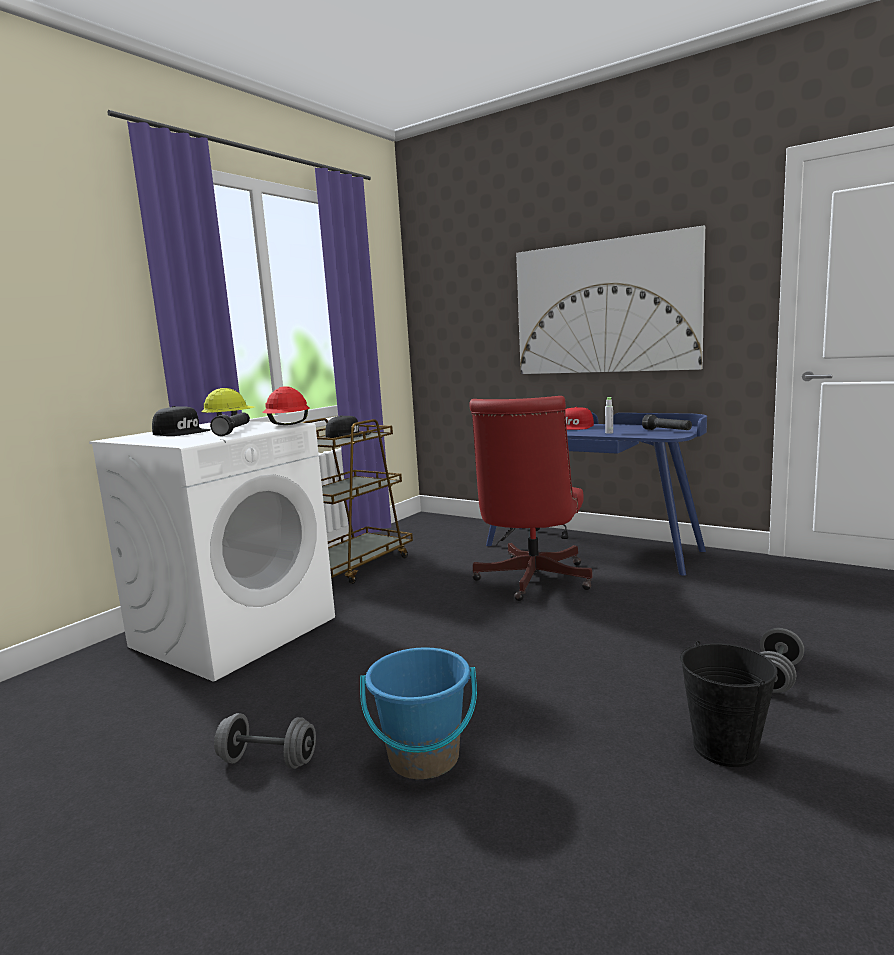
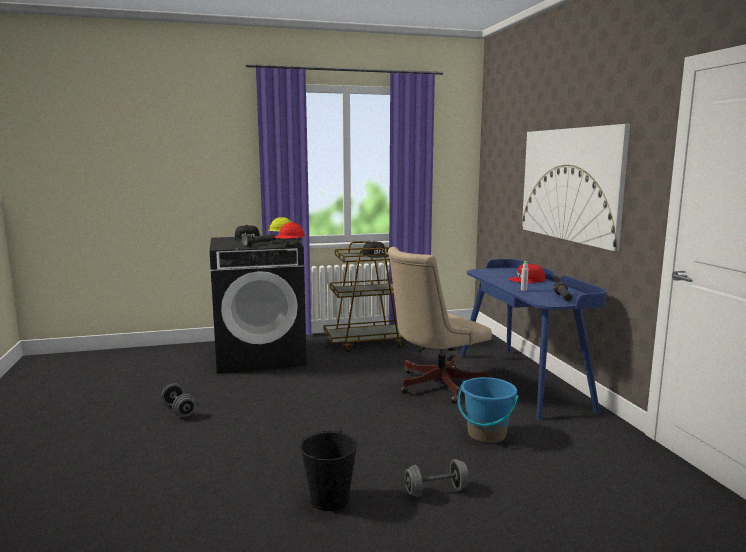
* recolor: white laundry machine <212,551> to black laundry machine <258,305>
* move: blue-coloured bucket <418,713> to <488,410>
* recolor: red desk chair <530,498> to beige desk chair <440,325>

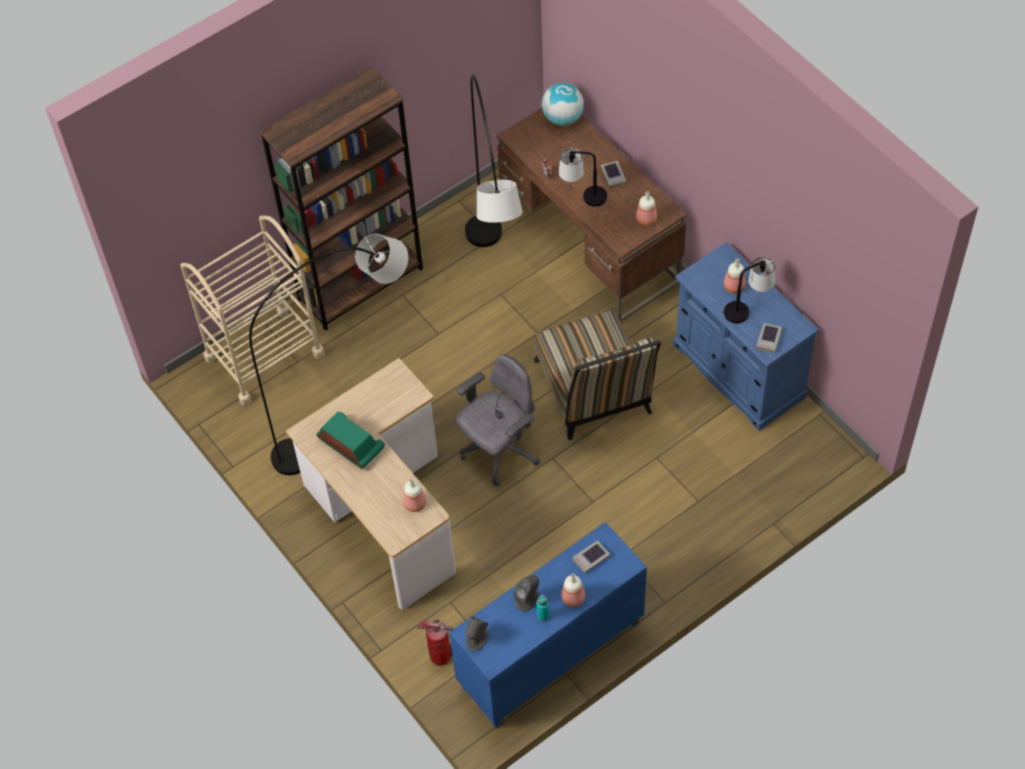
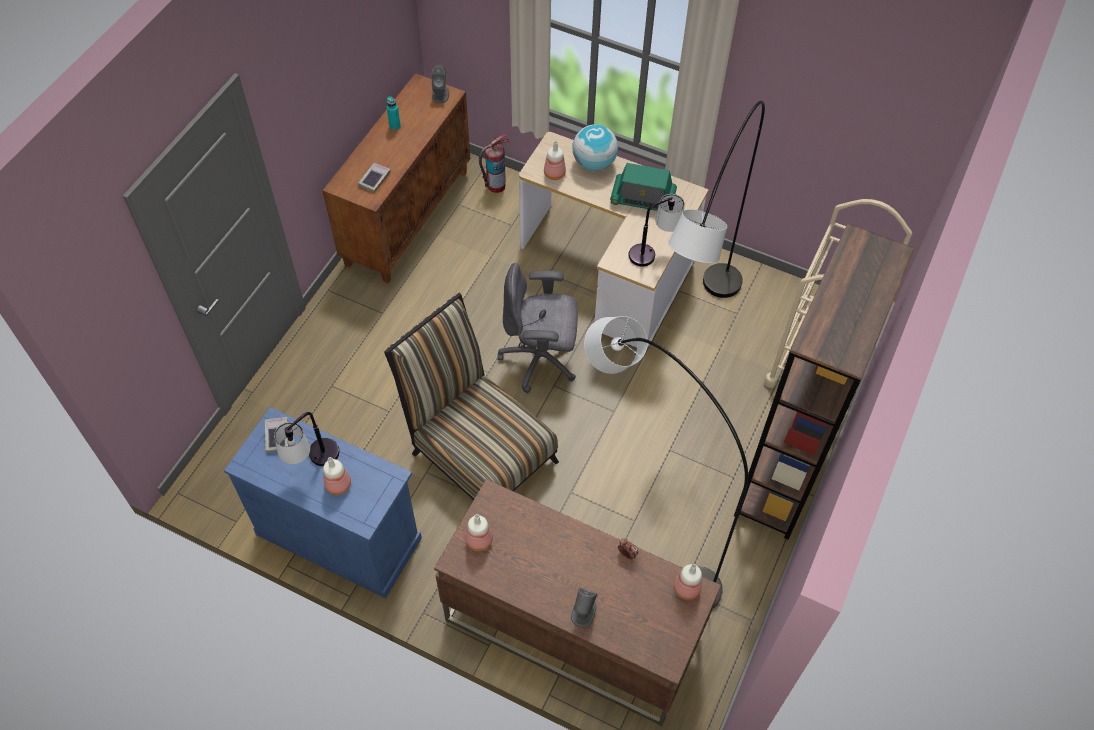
* recolor: blue-coloured storage cabinet <548,625> to brown-coloured storage cabinet <396,178>
* rotate: grey desk chair <498,420> = <537,328> 75 degrees clockwise
* move: grey audio speaker <526,593> to <584,608>
* move: globe <563,104> to <595,147>
* move: lamp for a table <583,177> to <656,230>
* move: drink bottle <573,590> to <688,582>
* delete: volume <614,175>

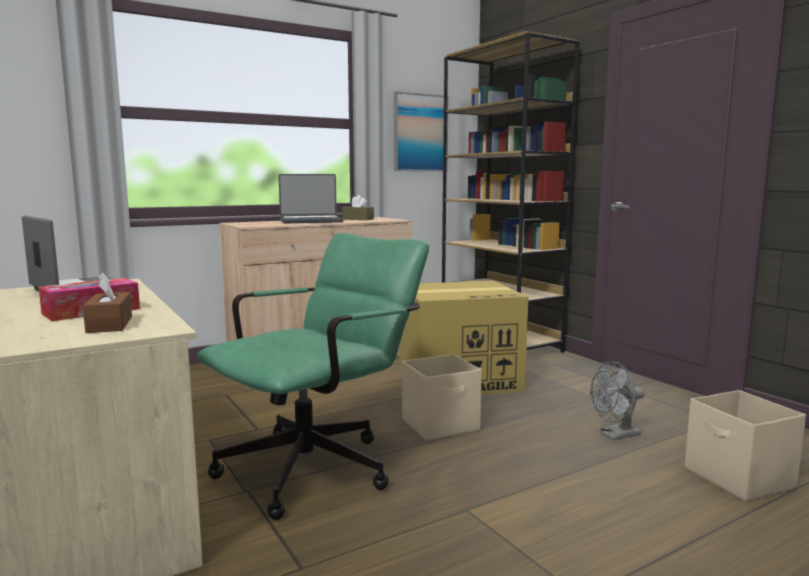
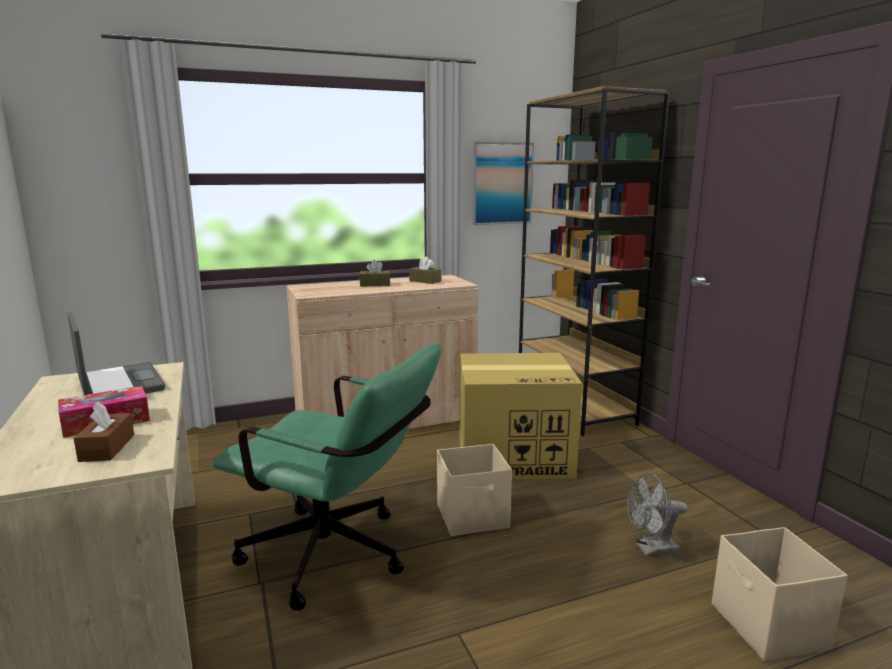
* rotate: green desk chair <313,376> = <327,476> 60 degrees clockwise
* replace: portable computer <310,198> to brown-coloured tissue holder <375,273>

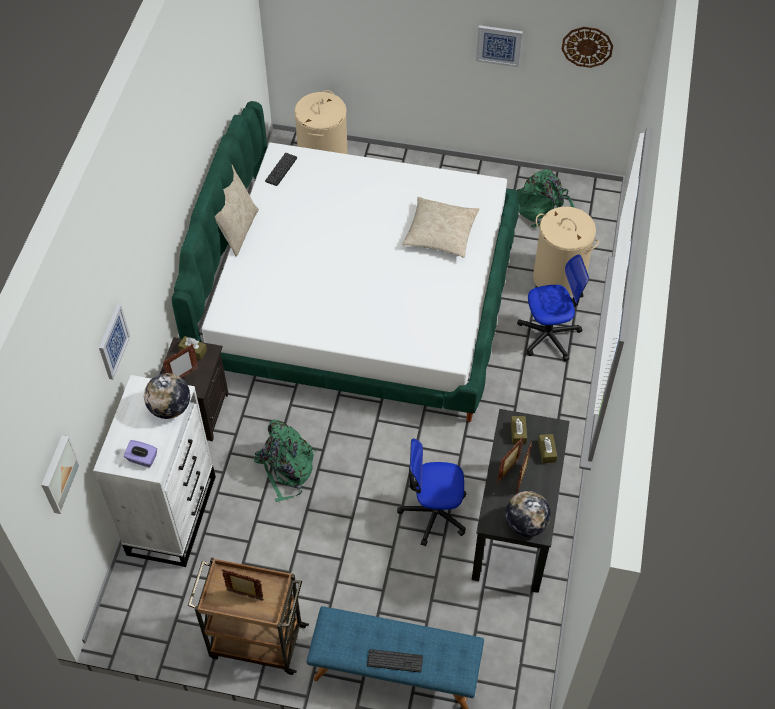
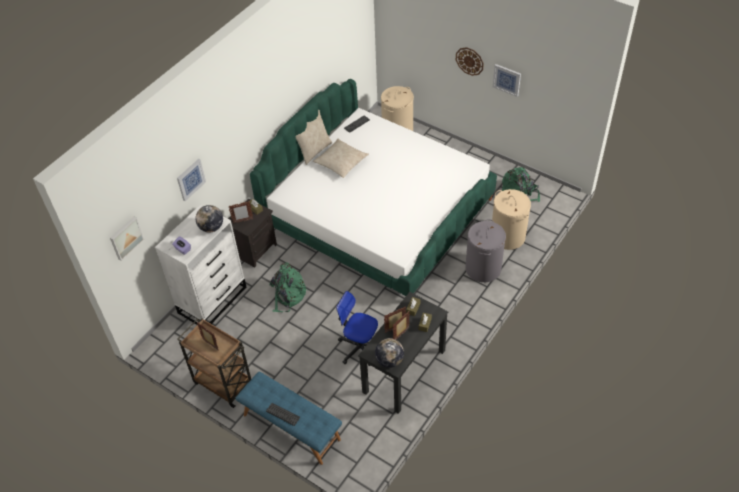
* move: beige throw pillow <441,227> to <341,158>
* replace: desk chair <553,307> to grey hamper <486,250>
* move: hanging clock <587,47> to <470,61>

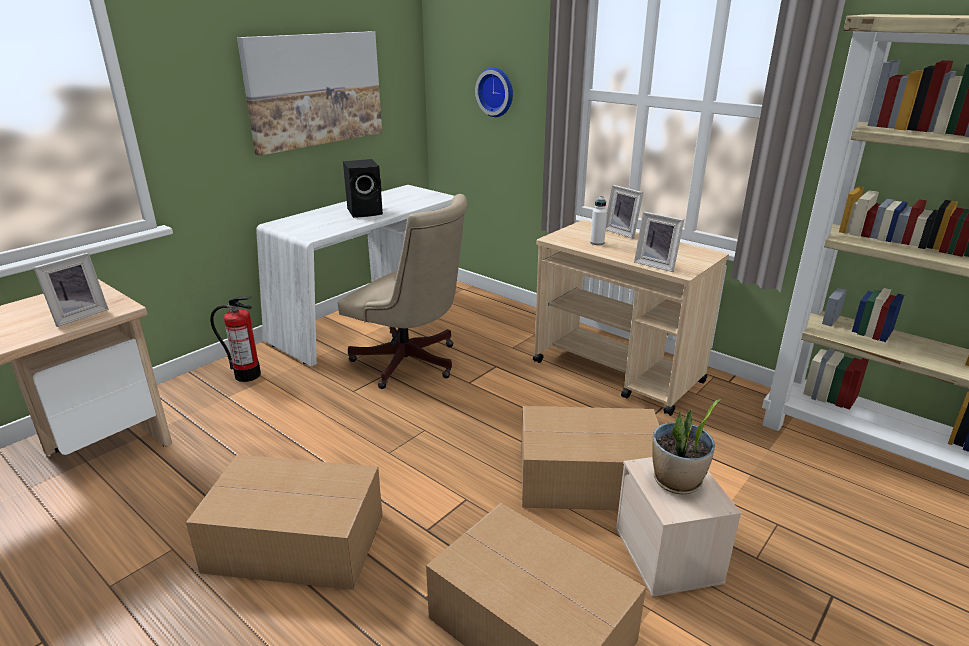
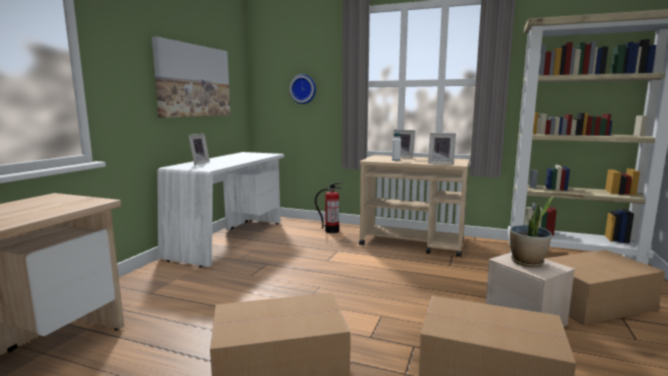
* move: standing frame <71,290> to <199,149>
* move: fire-fighting cylinder <235,339> to <329,207>
* delete: beige desk chair <402,291>
* delete: black audio speaker <363,188>
* move: cardboard box <590,458> to <604,287>

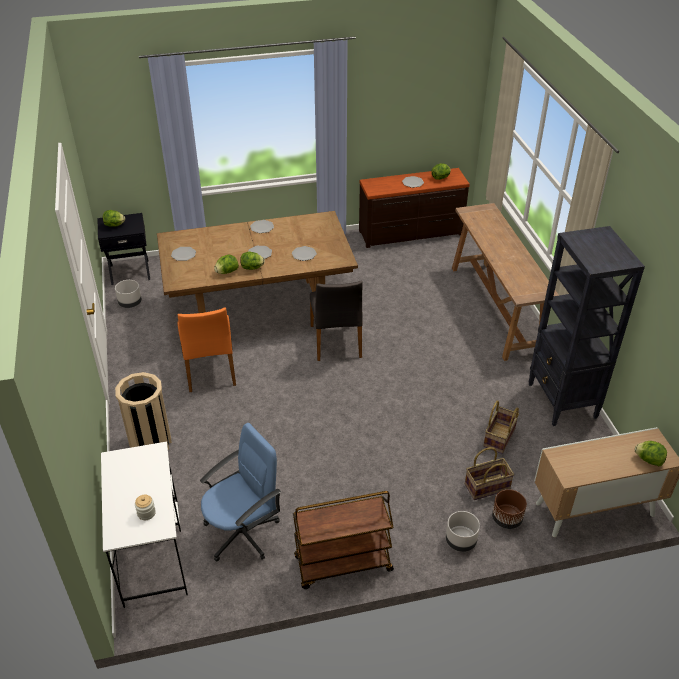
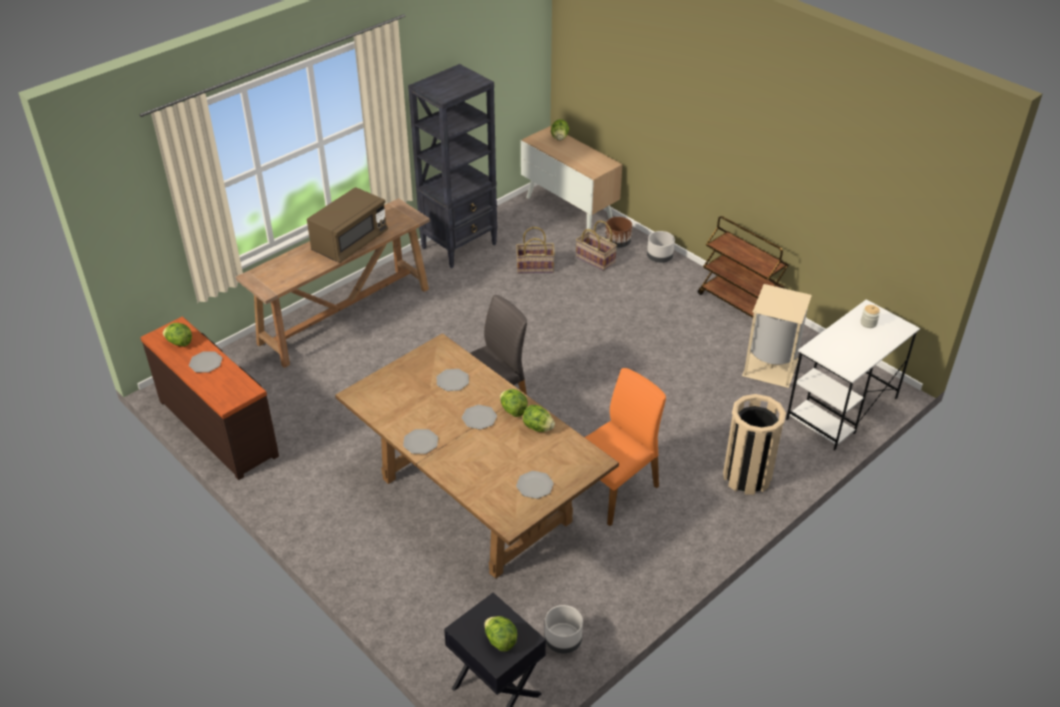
* replace: blue-coloured desk chair <240,492> to beige trash can <777,336>
* insert: brown-coloured microwave <347,225>

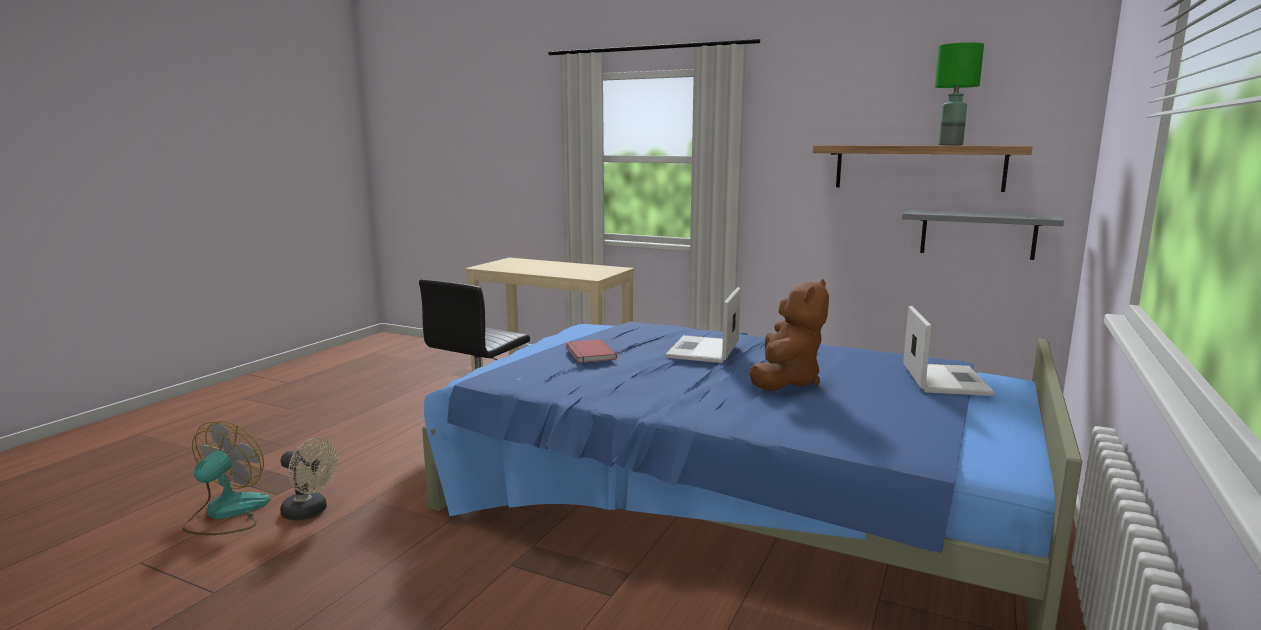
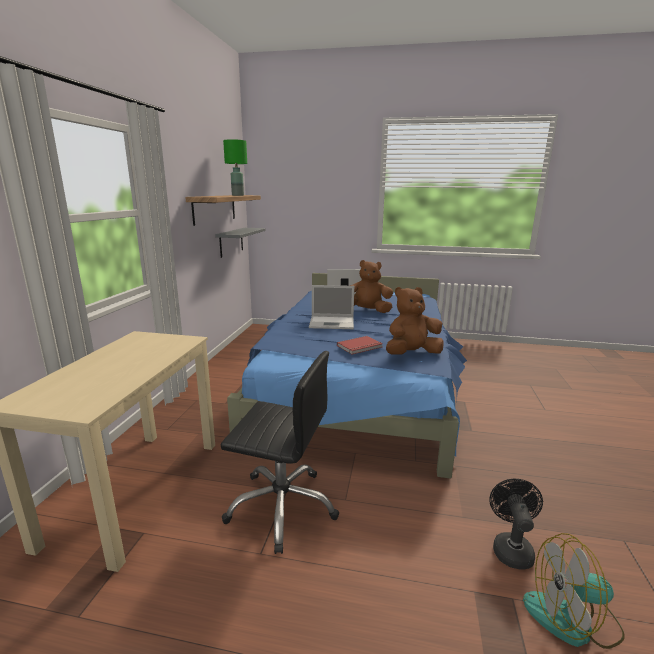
* recolor: beige electric fan <309,479> to black electric fan <516,524>
* insert: brown-coloured cuddly toy <415,321>

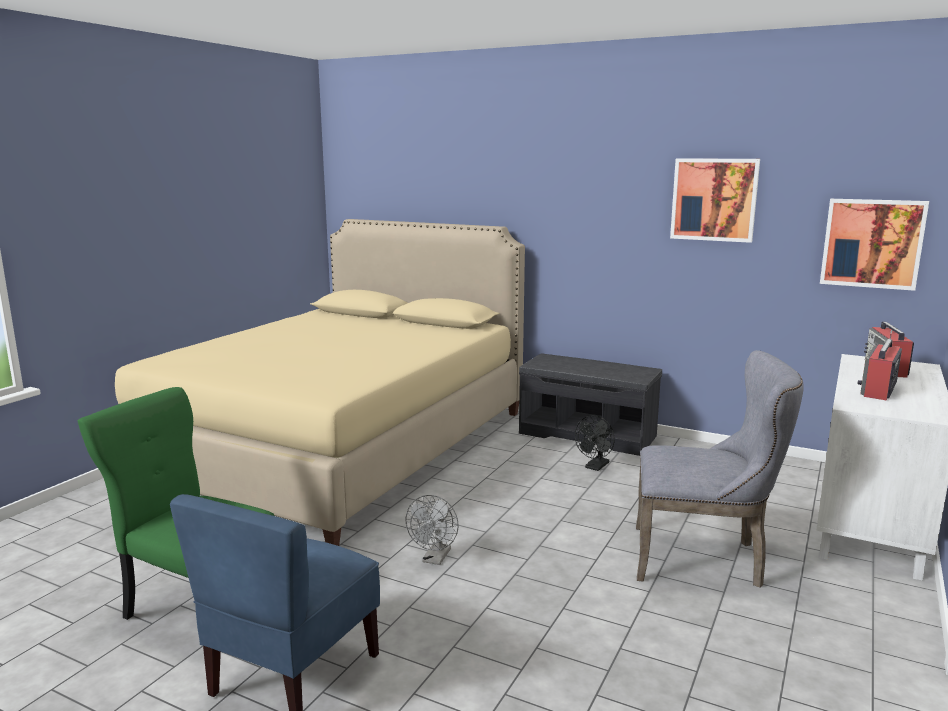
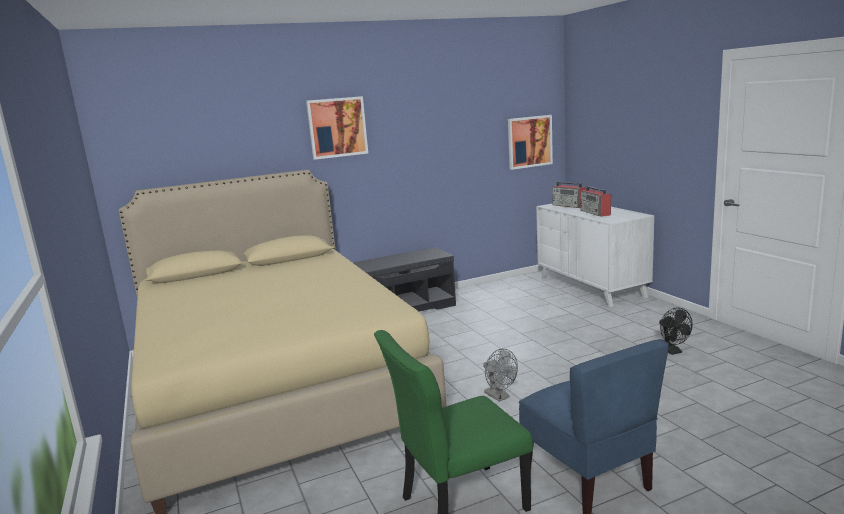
* move: black electric fan <595,443> to <676,331>
* delete: grey upright chair <720,469>
* move: picture <715,200> to <337,128>

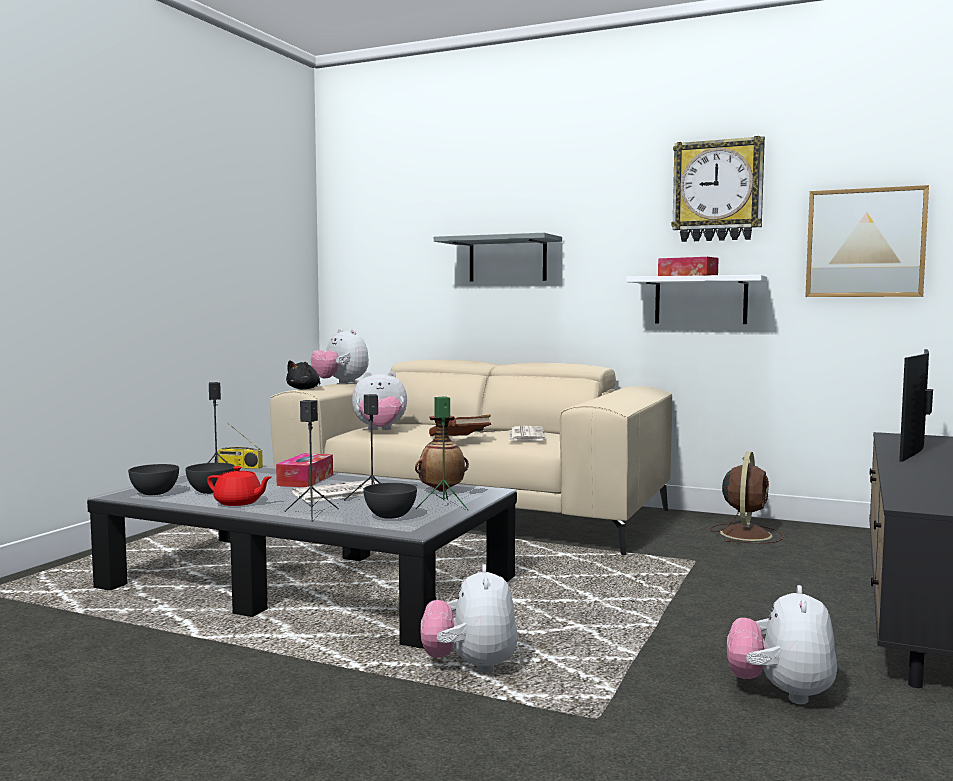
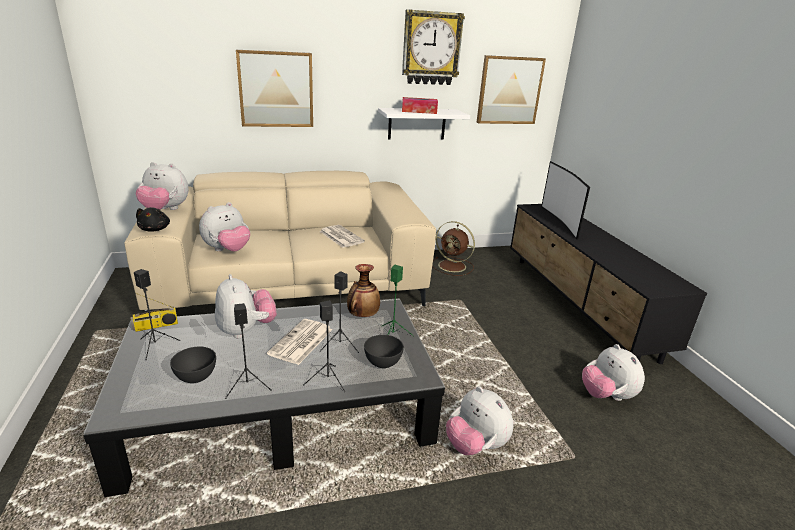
* delete: grey deep dish <153,479>
* replace: red pot for tea <239,486> to black audio speaker <248,351>
* replace: tissue holder <304,470> to cuddly toy <246,306>
* delete: brown-coloured volume <460,425>
* replace: grey bracket shelf <498,257> to picture <274,88>
* rotate: brown-coloured electric fan <747,498> = <453,248> 135 degrees clockwise

